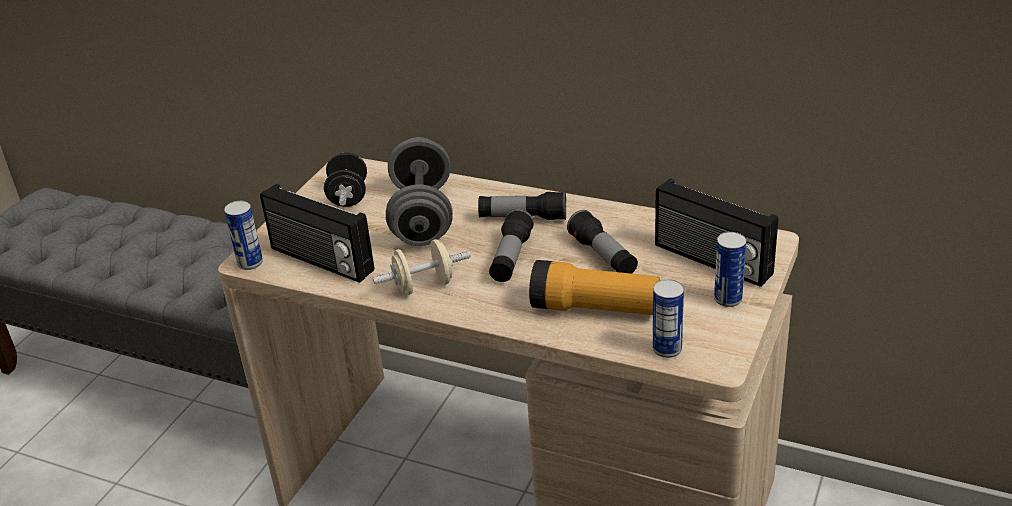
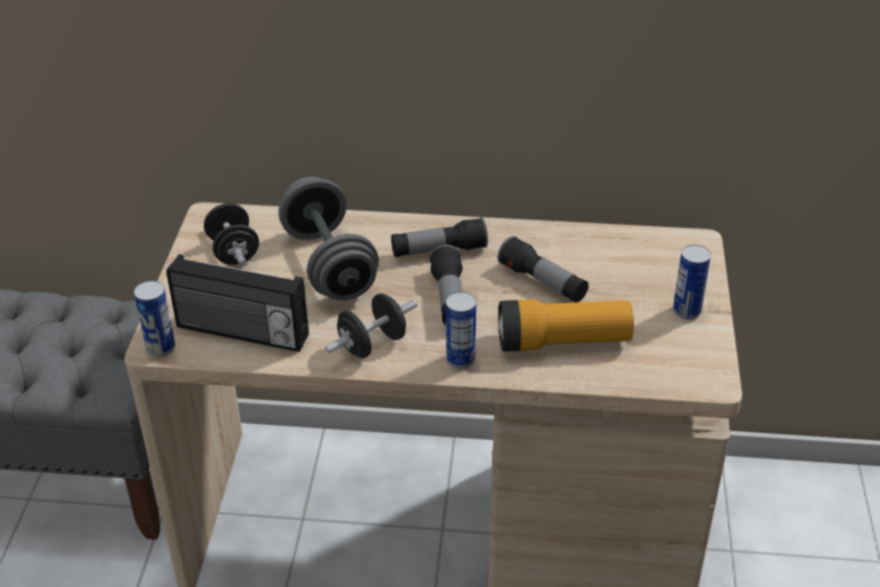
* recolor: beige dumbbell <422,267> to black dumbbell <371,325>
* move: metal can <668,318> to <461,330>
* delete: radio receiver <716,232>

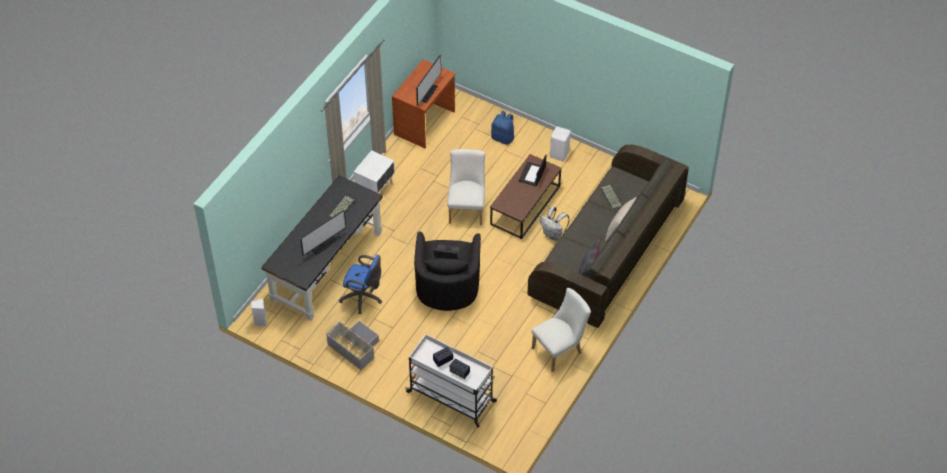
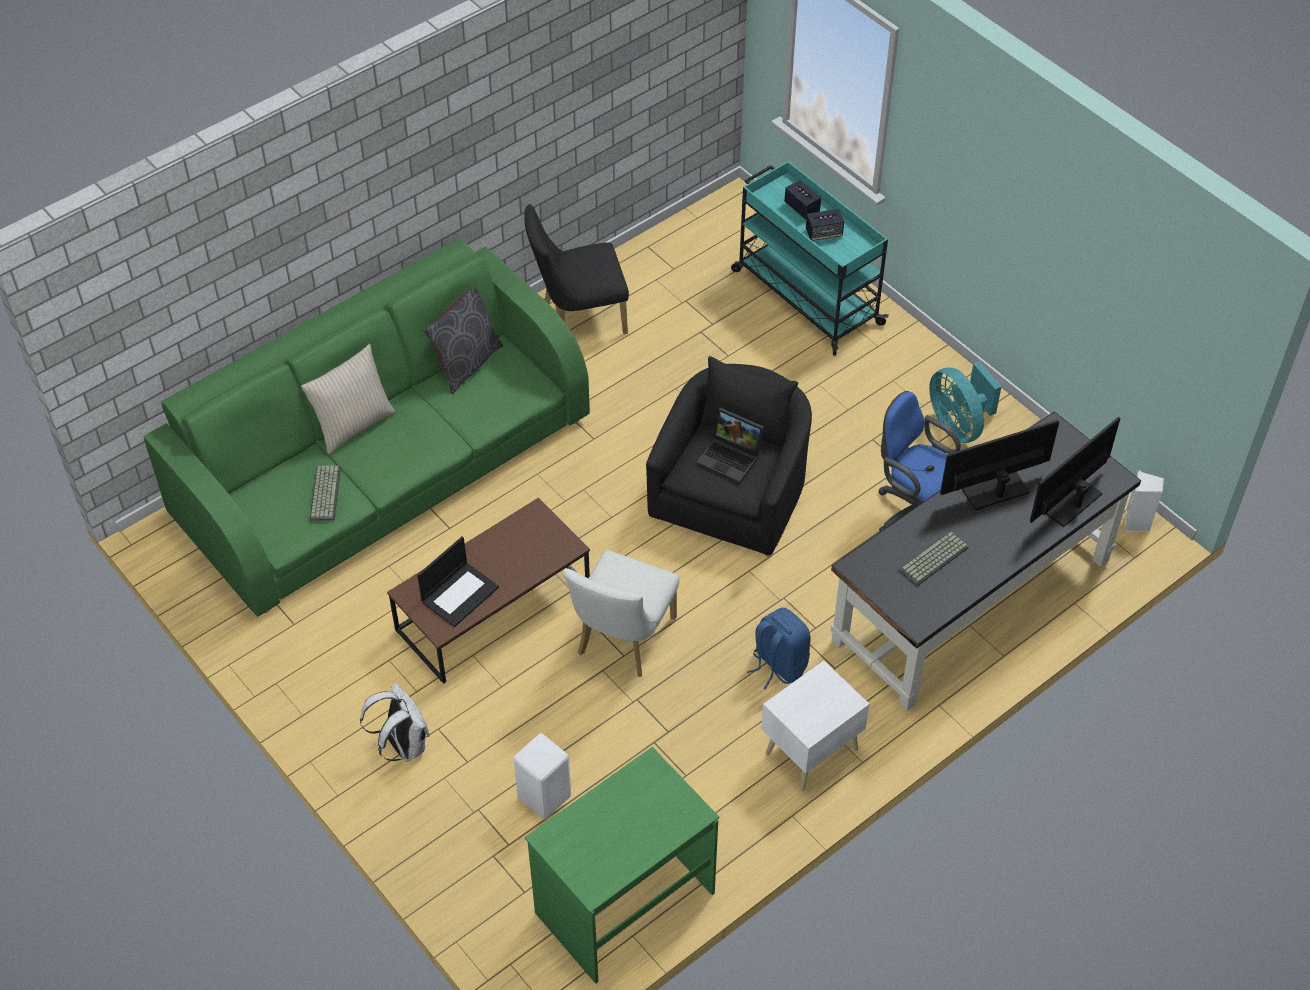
* replace: grey storage bin <352,345> to blue-green electric fan <965,402>
* recolor: brown-coloured desk unit <424,103> to green desk unit <622,865>
* recolor: white wheeled cart <451,380> to blue-green wheeled cart <810,258>
* move: computer display <428,80> to <1075,472>
* move: blue-coloured knapsack <502,128> to <779,648>
* recolor: grey couch <608,236> to green couch <366,427>
* recolor: white upright chair <561,330> to black upright chair <576,269>
* move: white knapsack <554,223> to <394,722>
* move: white stool <560,143> to <542,776>

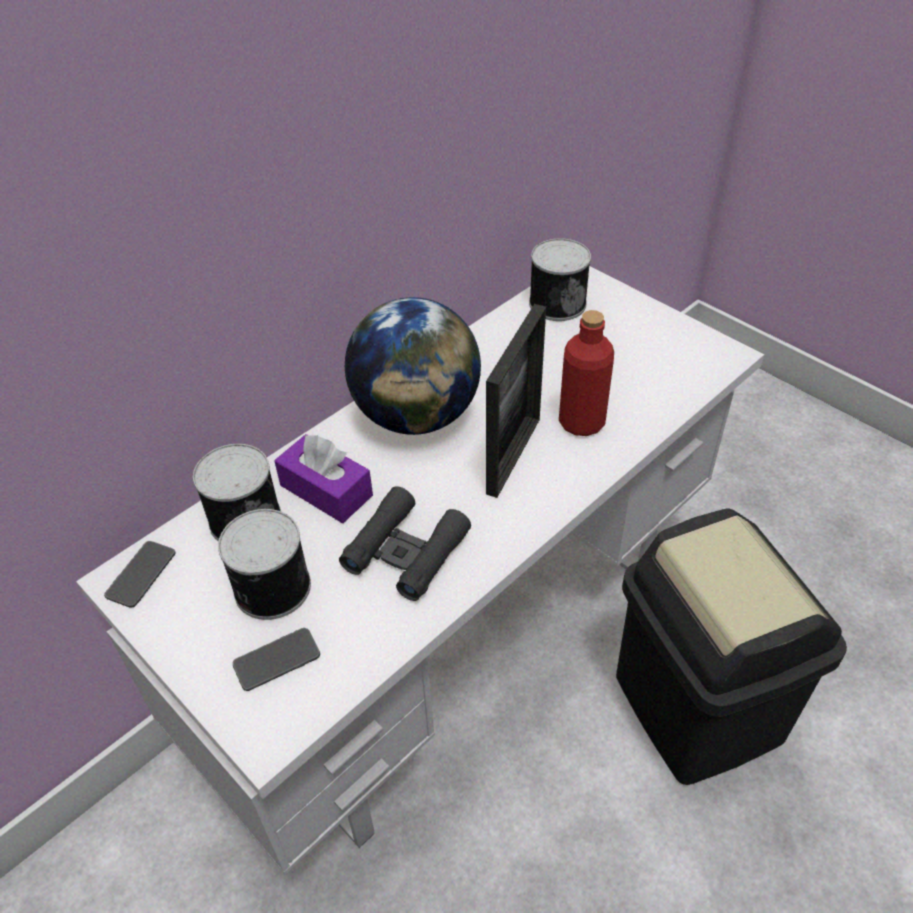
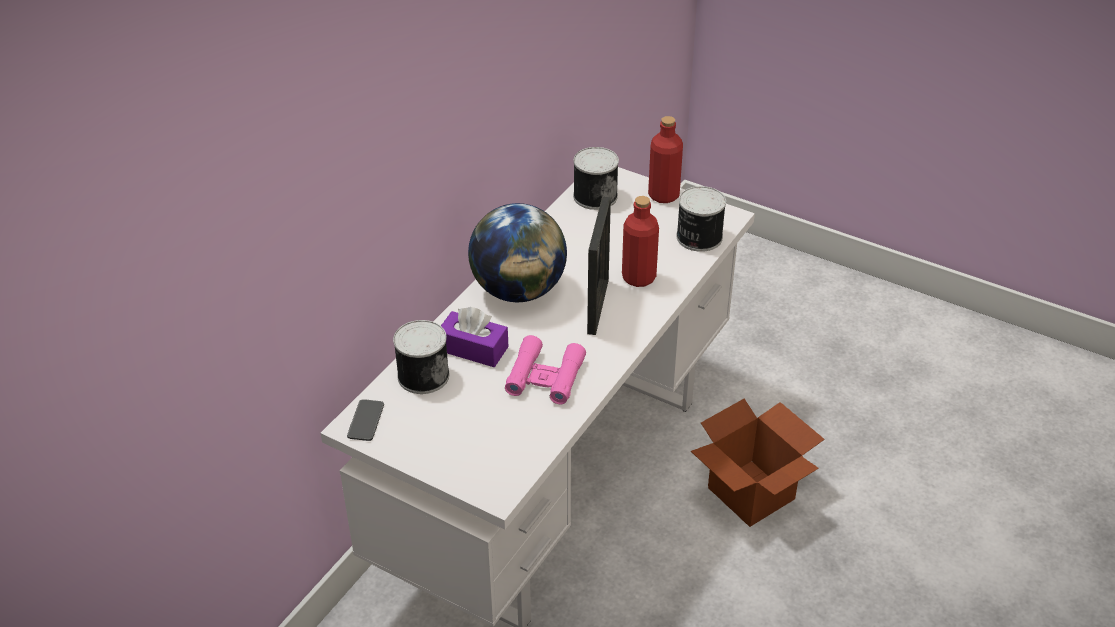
* move: metal can <264,564> to <701,219>
* delete: telephone <276,659>
* recolor: black binoculars <405,543> to pink-coloured binoculars <545,370>
* replace: black trash can <731,646> to cardboard box <758,463>
* insert: red drink bottle <665,159>

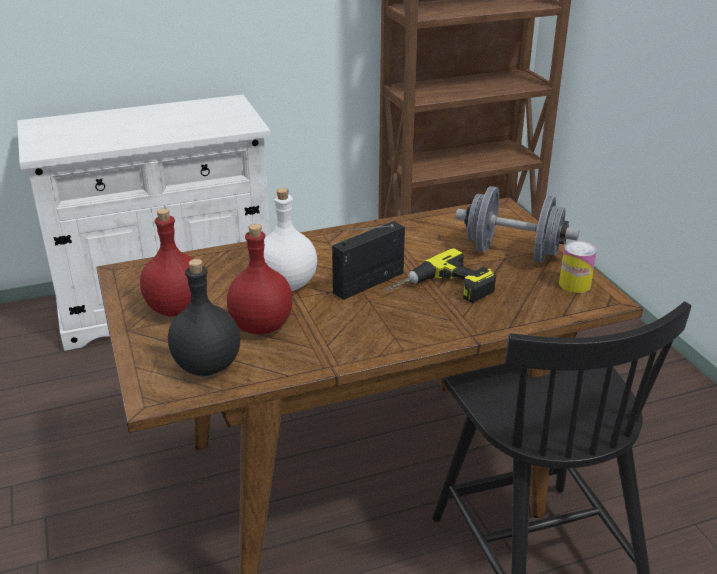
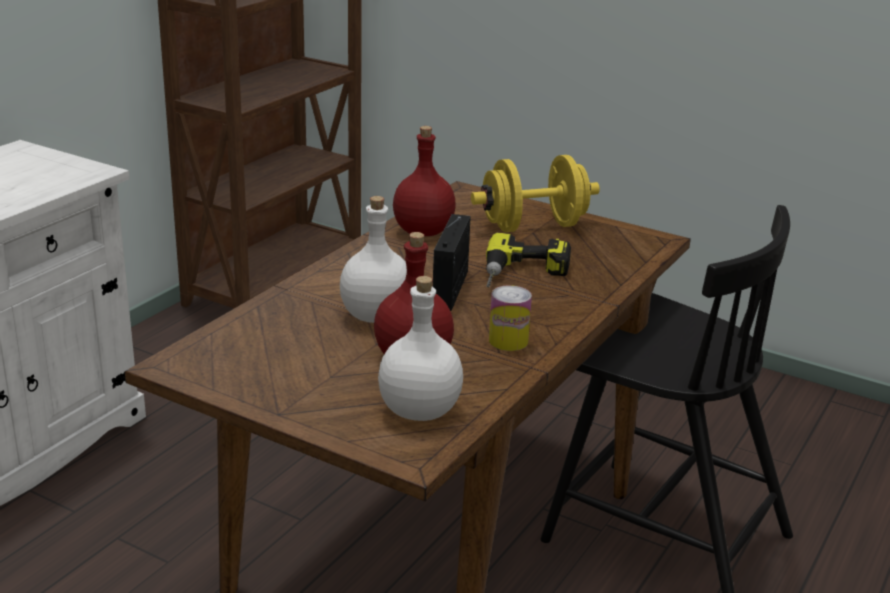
* move: red drink bottle <166,263> to <424,181>
* recolor: black drink bottle <204,317> to white drink bottle <420,348>
* recolor: grey dumbbell <517,224> to yellowish dumbbell <535,193>
* move: metal can <578,267> to <510,318>

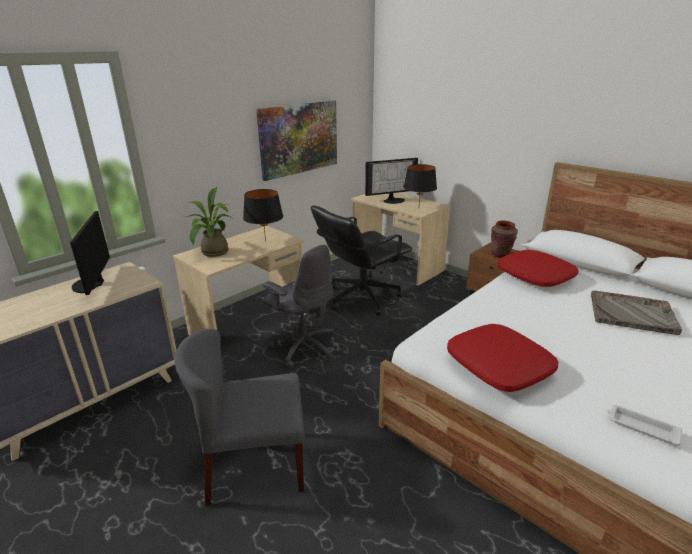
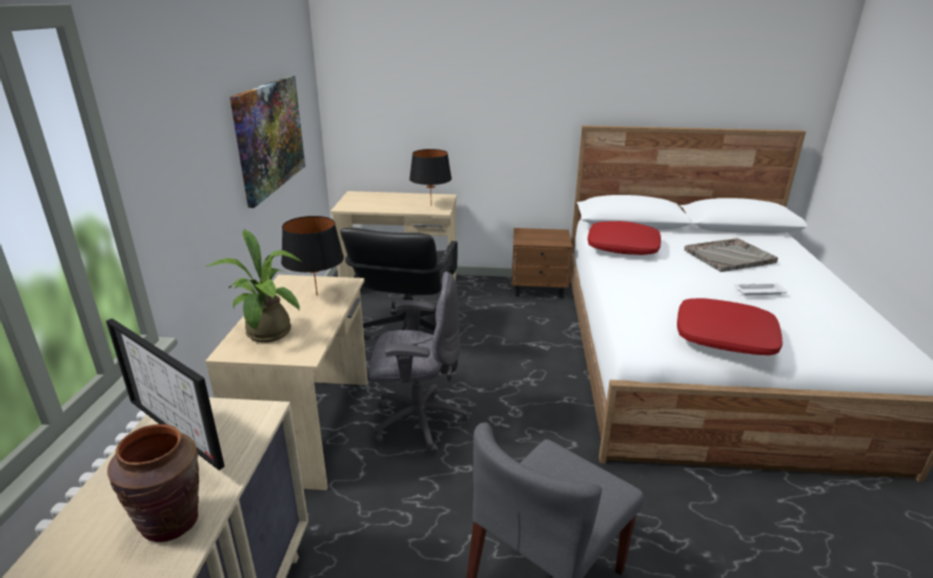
* delete: computer display <391,181>
* move: brown-coloured flower vase <504,239> to <153,483>
* move: white serving tray <644,425> to <761,289>

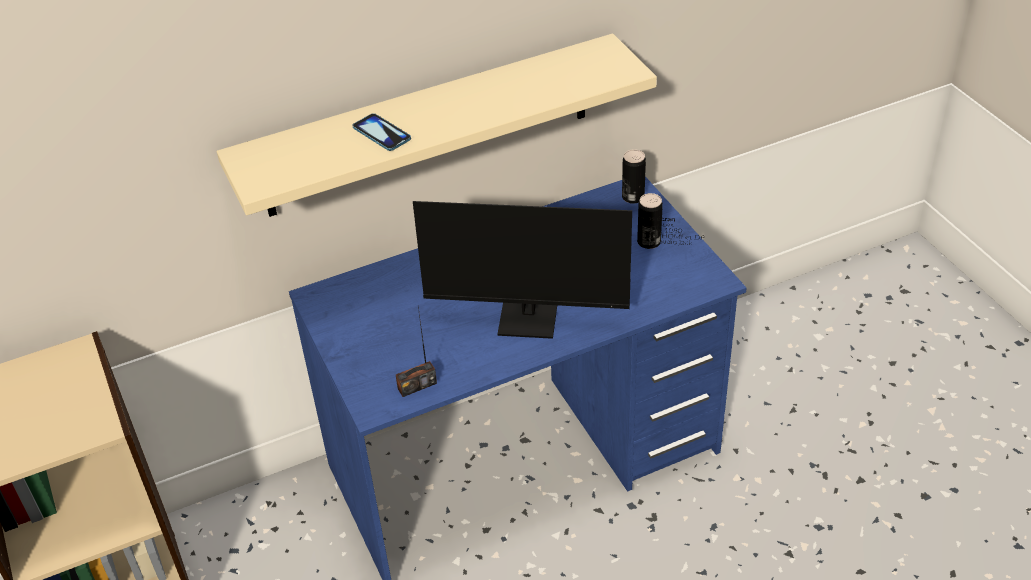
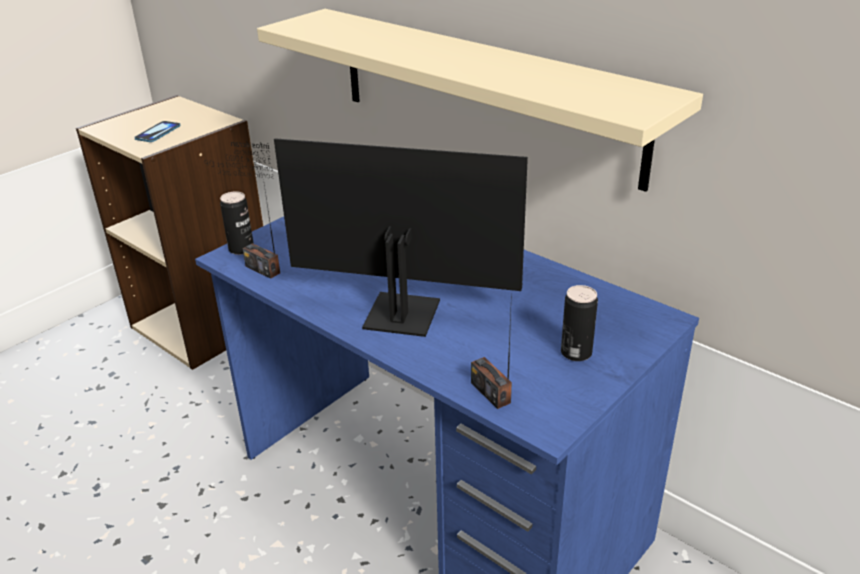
* move: telephone <381,132> to <157,131>
* rotate: computer display <559,270> = <366,237> 120 degrees clockwise
* move: metal can <634,176> to <237,223>
* insert: radio receiver <491,351>

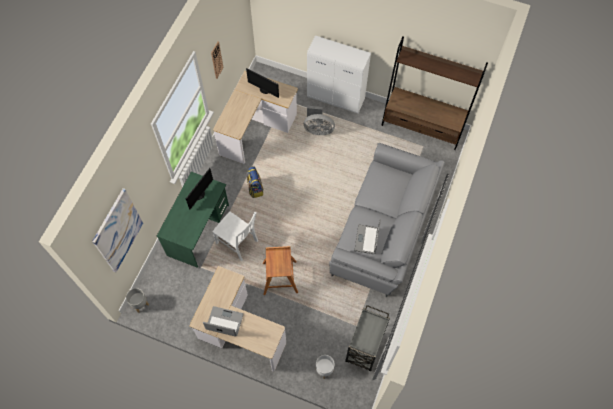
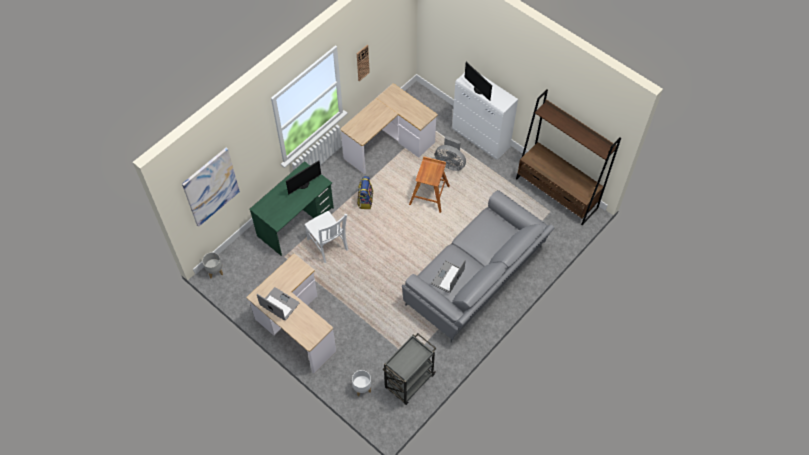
* move: computer display <262,83> to <478,81>
* move: brown-coloured stool <280,270> to <429,185>

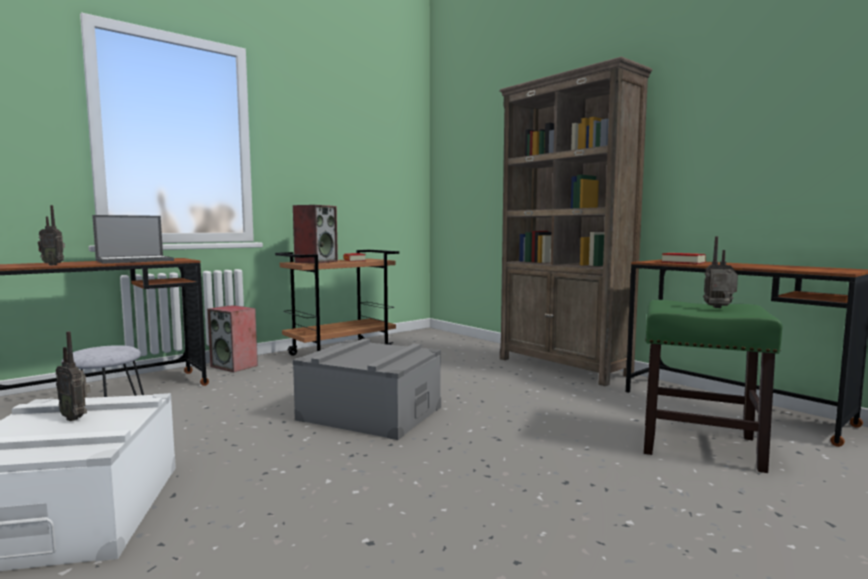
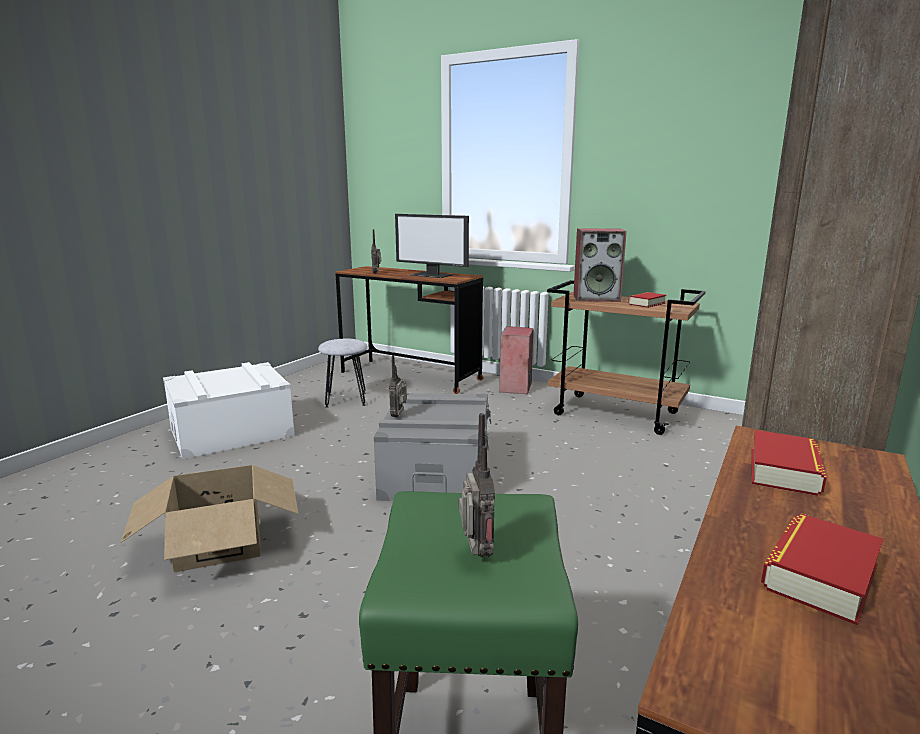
* move: radio receiver <73,376> to <398,386>
* replace: portable computer <133,239> to computer display <432,246>
* insert: cardboard box <209,518>
* insert: volume <822,569>

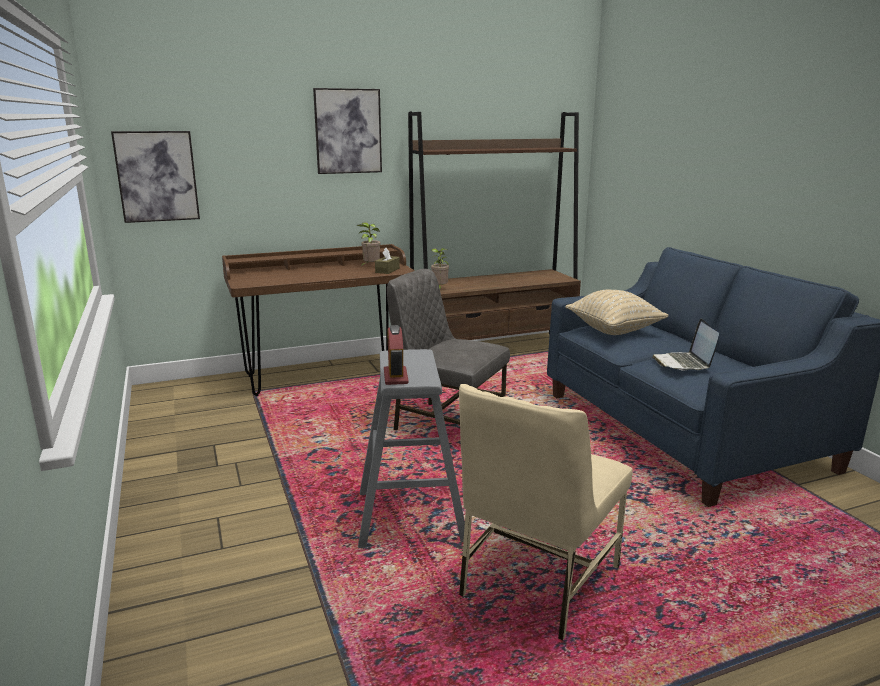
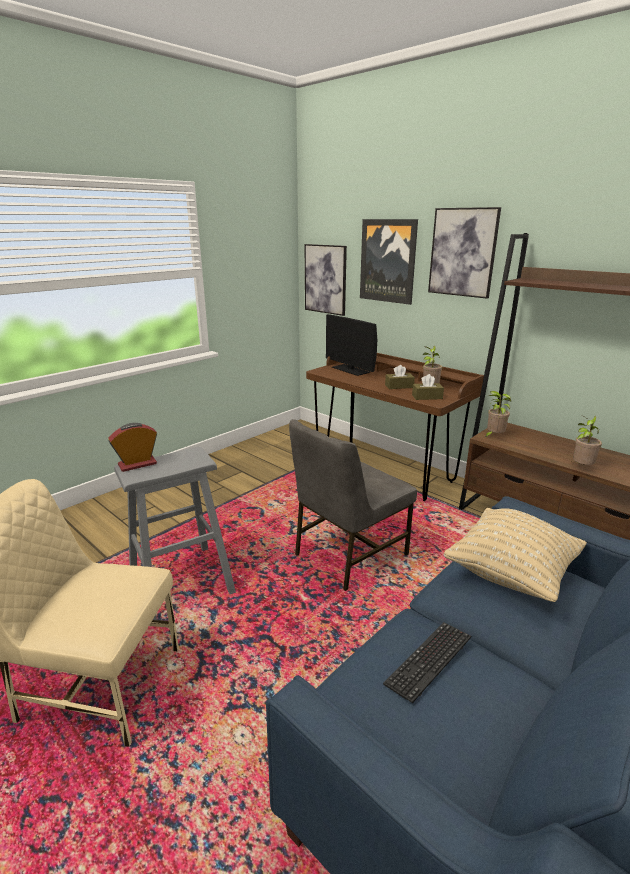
* rotate: grey upright chair <448,349> = <353,505> 135 degrees counterclockwise
* replace: portable computer <685,345> to PC keyboard <427,662>
* insert: computer display <351,345>
* insert: picture <389,262>
* insert: brown-coloured tissue holder <400,377>
* insert: houseplant <587,440>

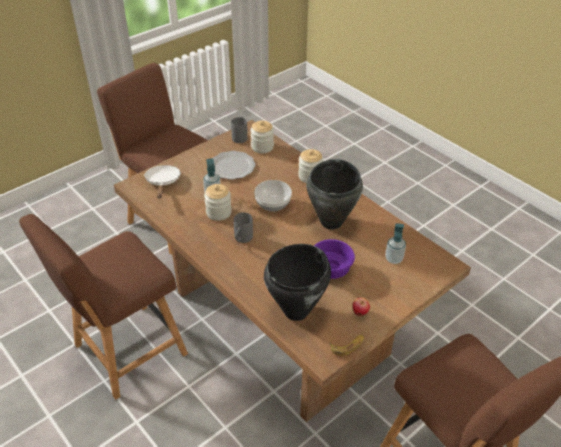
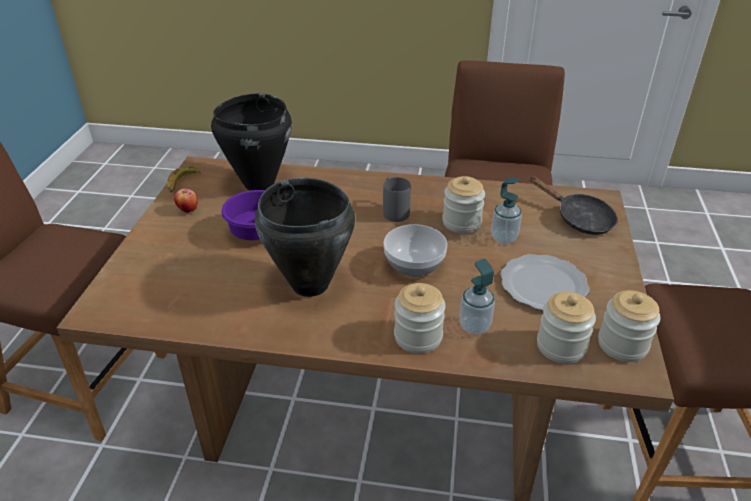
* recolor: white frying pan <162,181> to black frying pan <573,205>
* replace: grey coffee mug <239,130> to preserve jar <629,326>
* move: soap dispenser <395,243> to <477,296>

